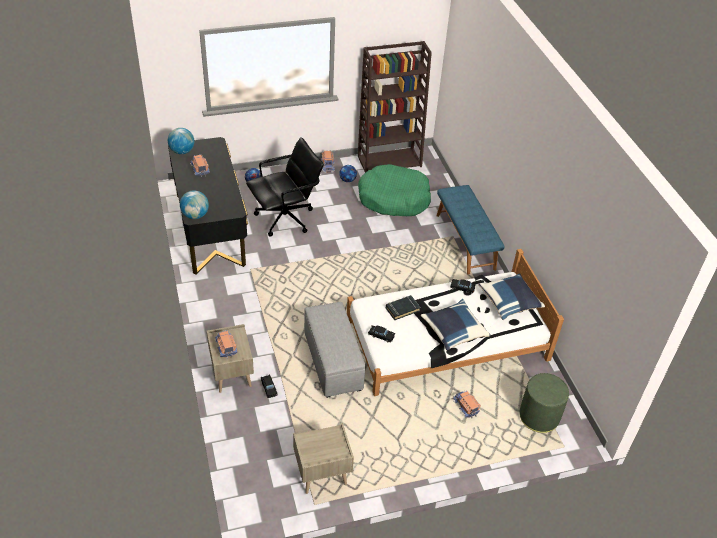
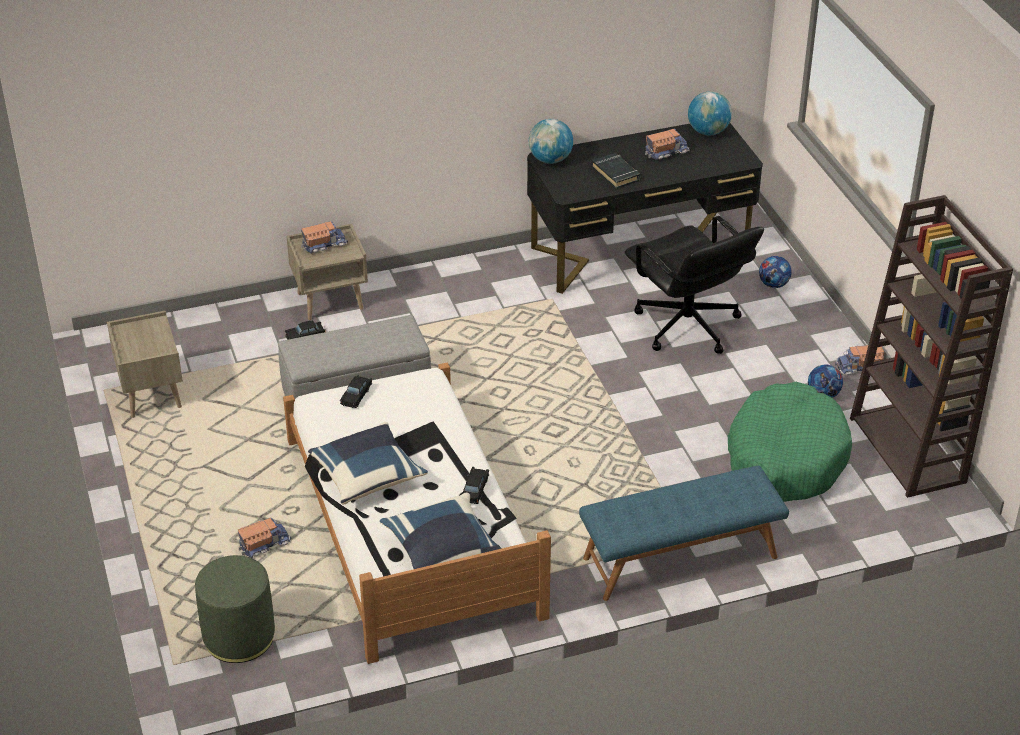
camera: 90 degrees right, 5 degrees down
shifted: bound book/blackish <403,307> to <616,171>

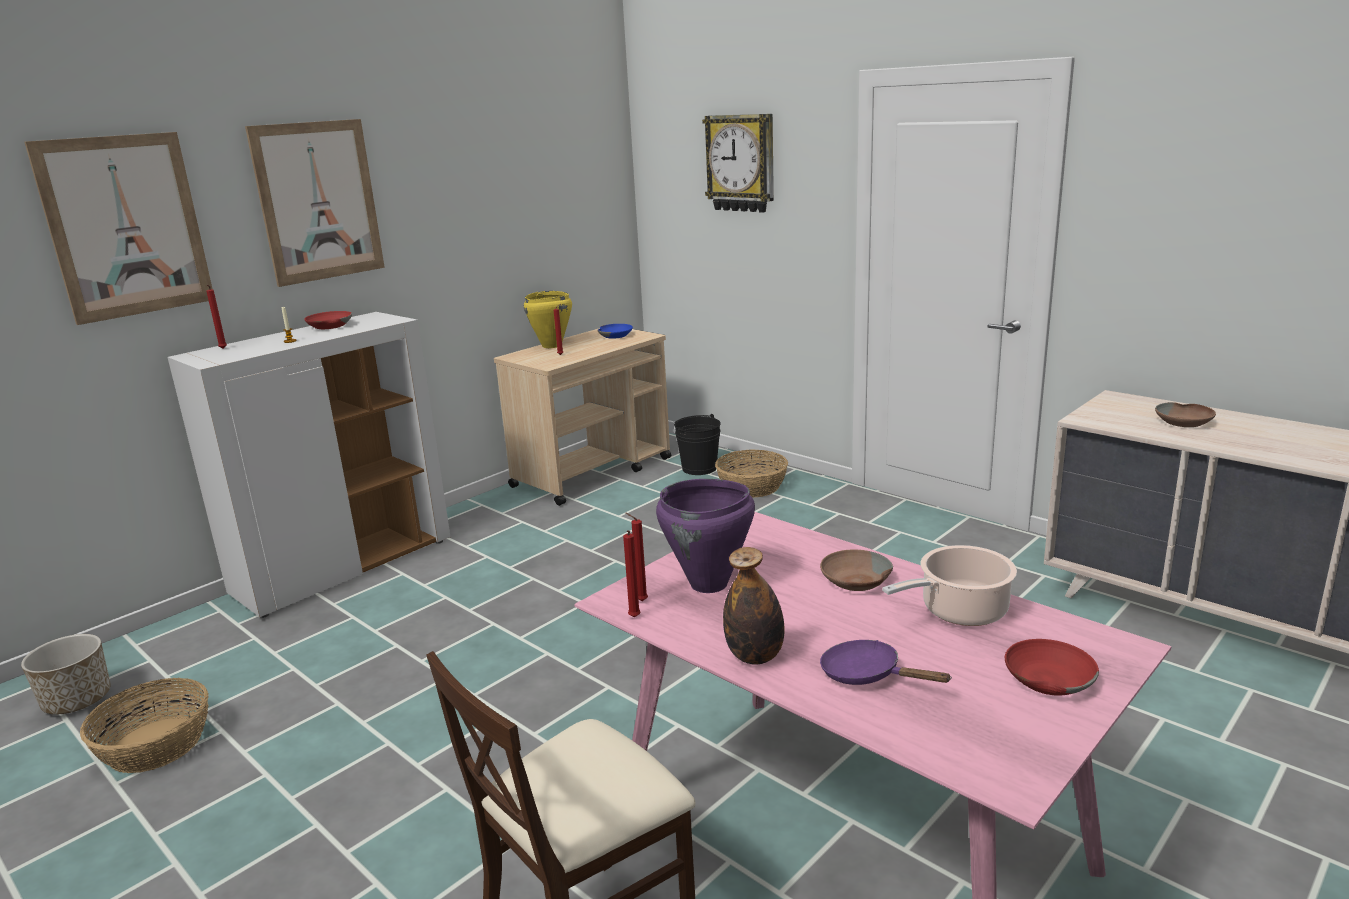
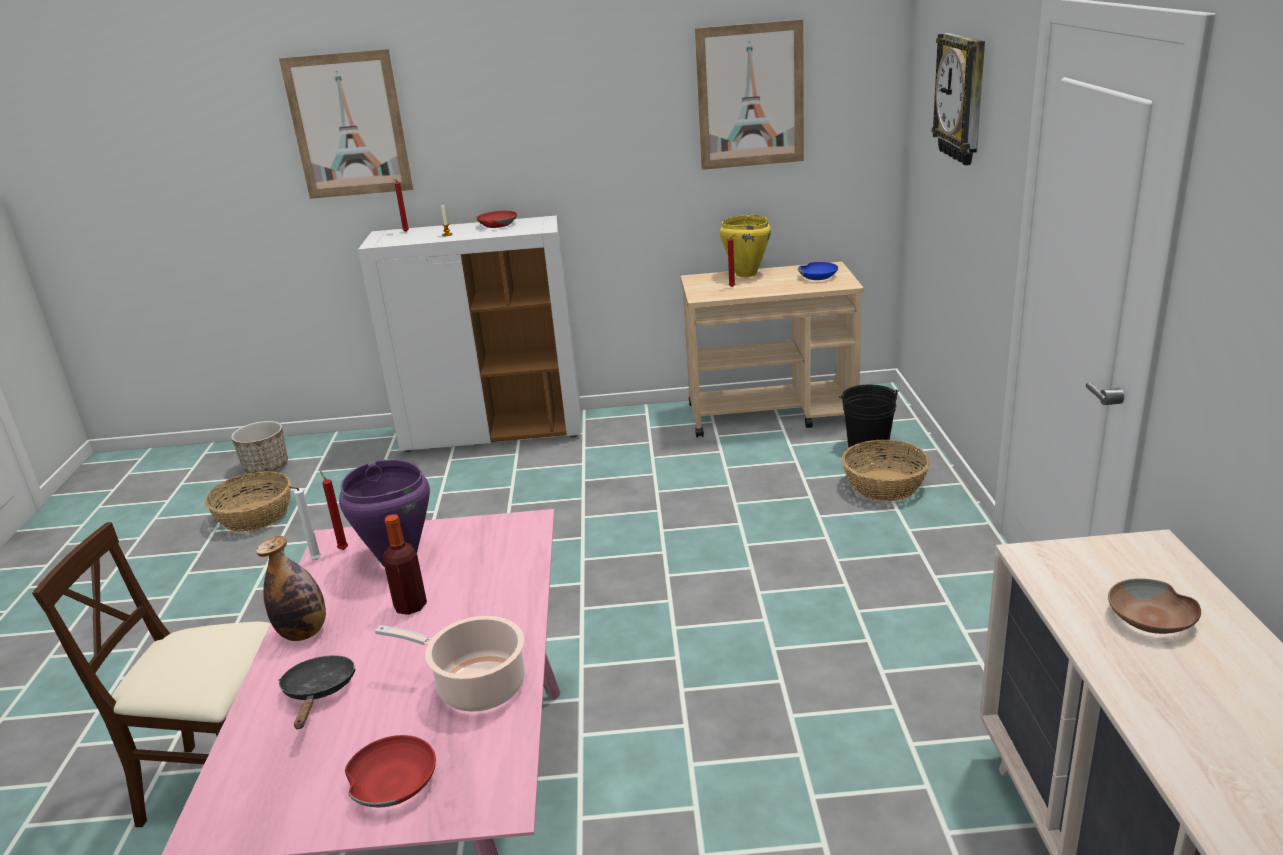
camera: 45 degrees right, 5 degrees up
gone: serving bowl/brownish <856,570>
new: drink bottle <405,564>
shifted: wall art <315,203> to <749,94>
repainted: frying pan/purple <886,662> to frying pan/blackish <317,692>; wax light/red-coloured <632,573> to wax light/whitish <304,523>

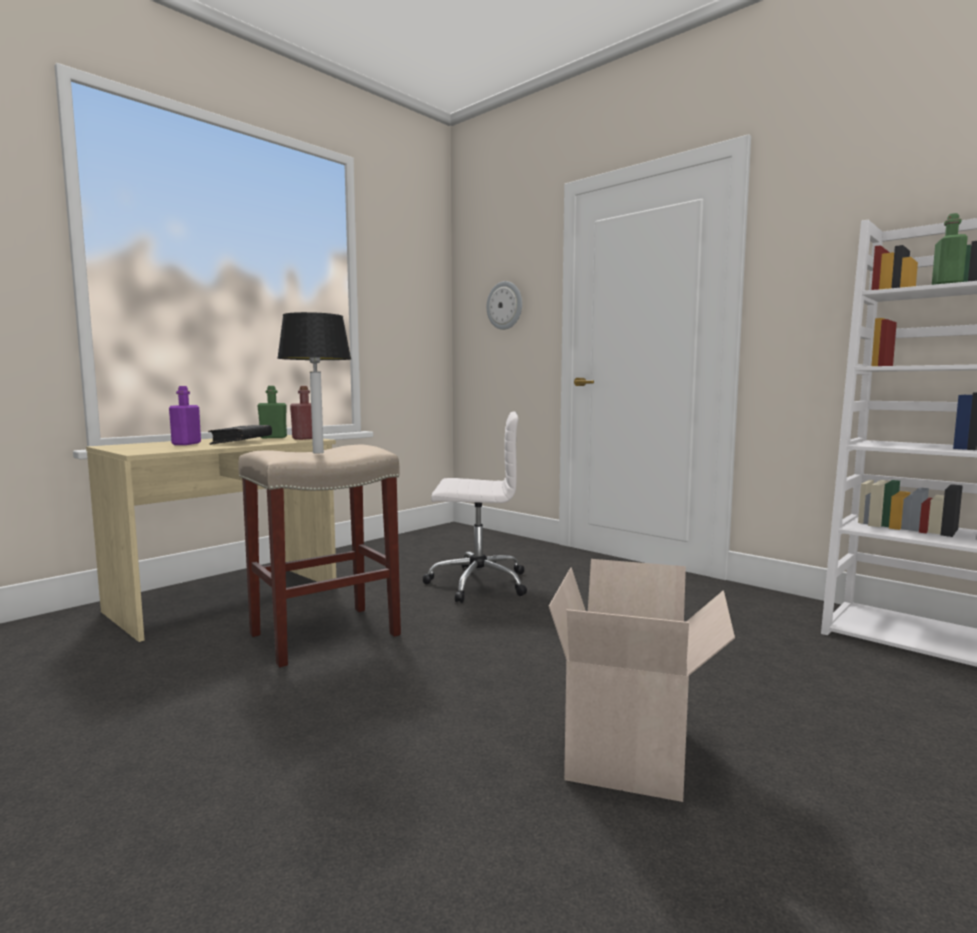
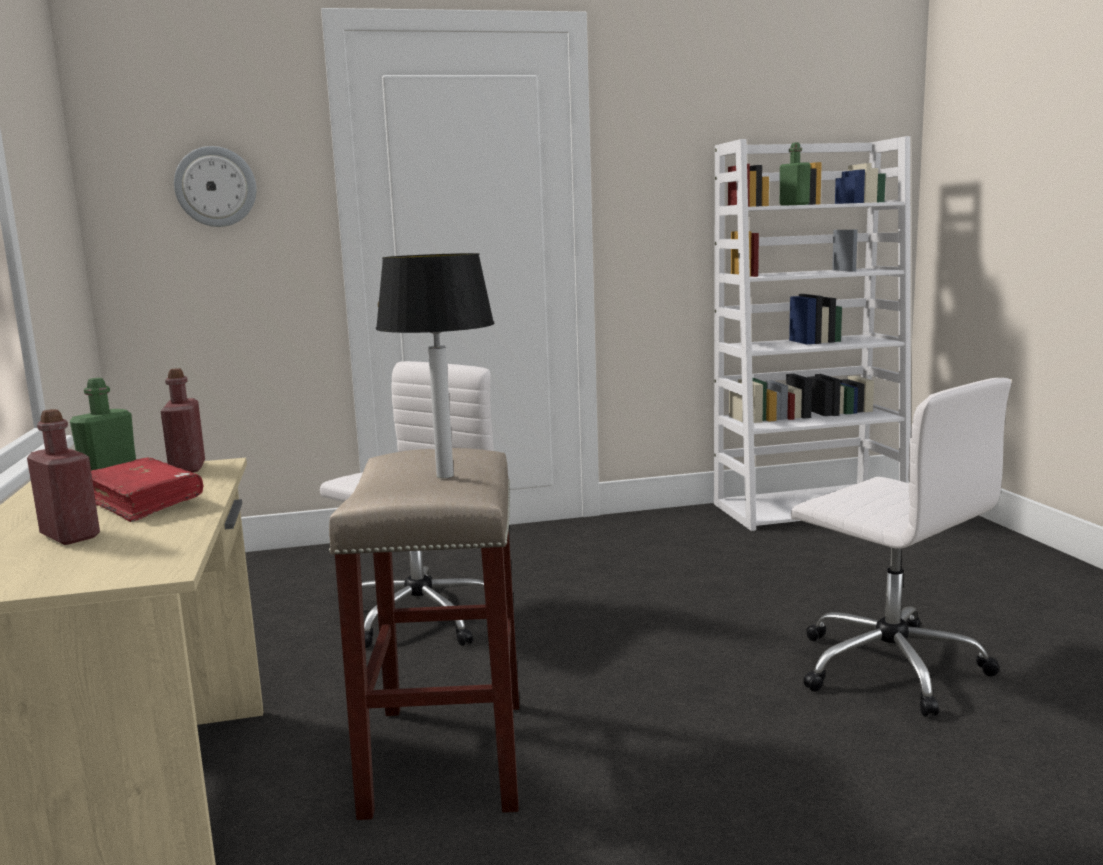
camera: 55 degrees left, 5 degrees up
swapped: cardboard box <642,680> to computer chair/whitish <901,547>
repainted: drink bottle/purple <185,415> to drink bottle/red-coloured <63,477>; bound book/blackish <240,435> to bound book/red-coloured <147,490>

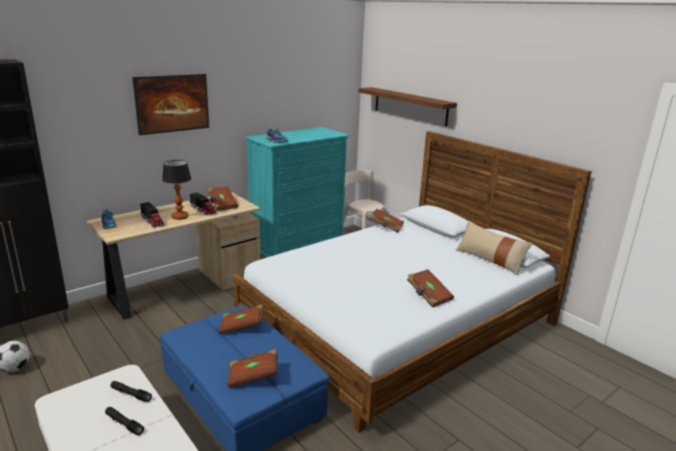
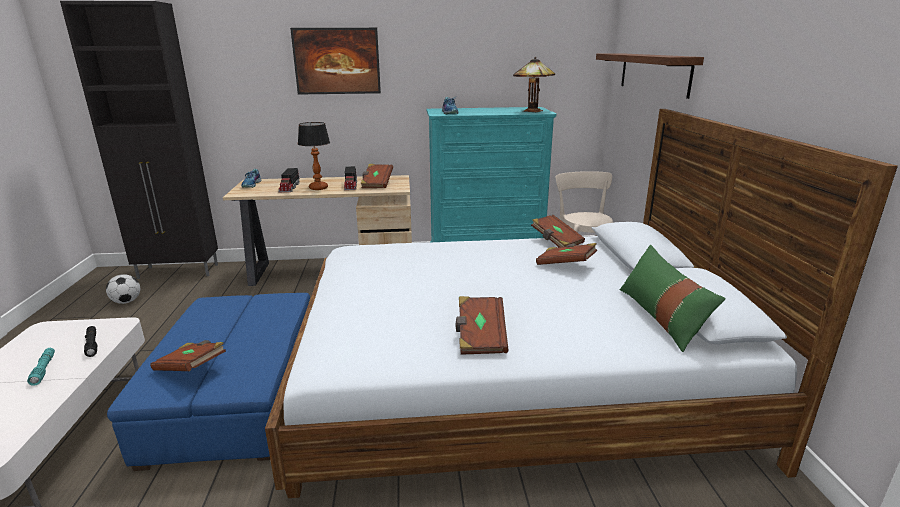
camera: 35 degrees right, 0 degrees up
new: tabletop lamp <534,84>
shifted: bound book/brownish <241,319> to <566,254>
repainted: flashlight/blackish <124,421> to flashlight/blue-green <41,367>; throw pillow/beige <494,248> to throw pillow/green-coloured <673,298>

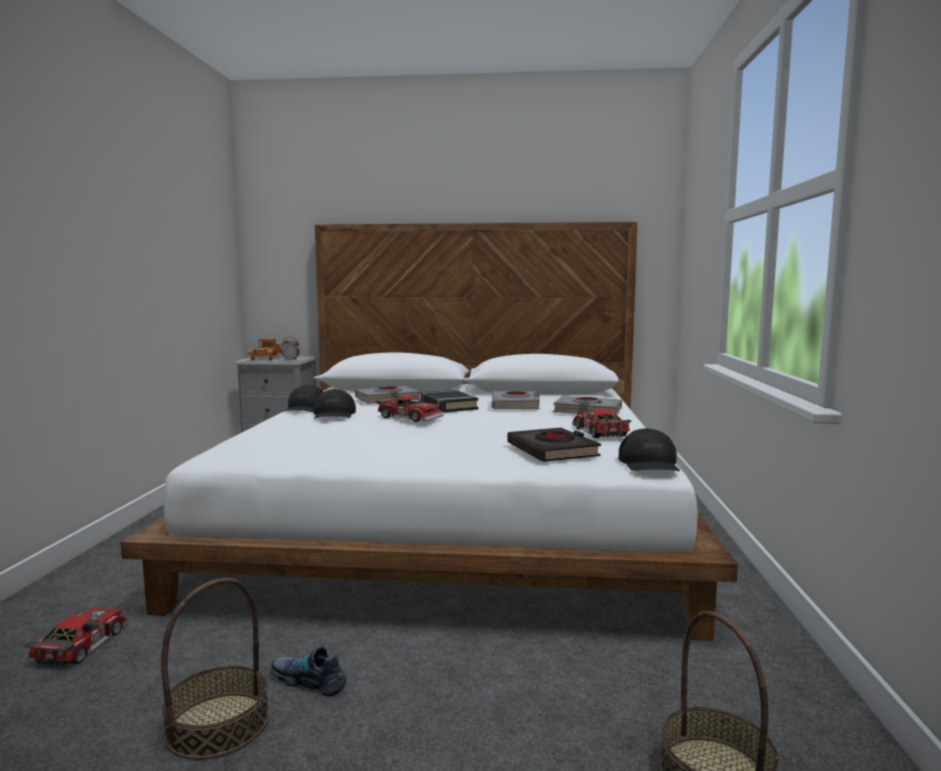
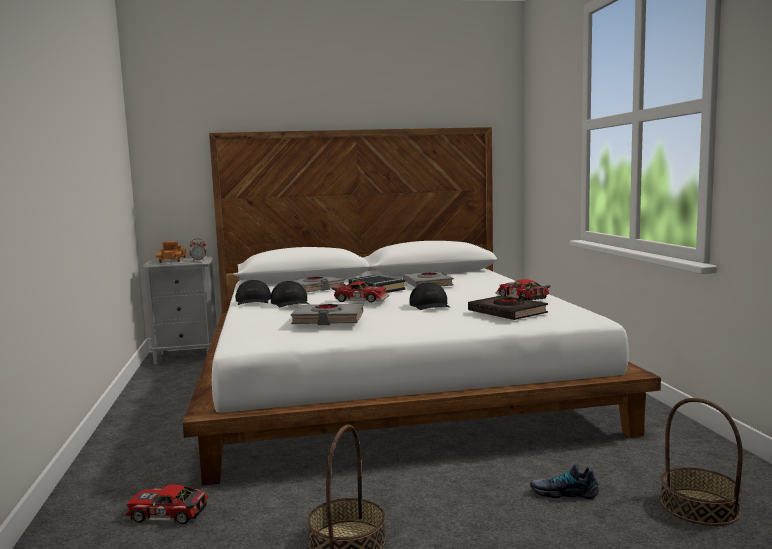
camera: 15 degrees left, 0 degrees up
shifted: bound book/grey <587,405> to <327,314>; peaked cap/blackish <649,449> to <430,296>; shoe <308,671> to <564,481>
rotated: toy car <77,637> = <166,504> 75 degrees counterclockwise

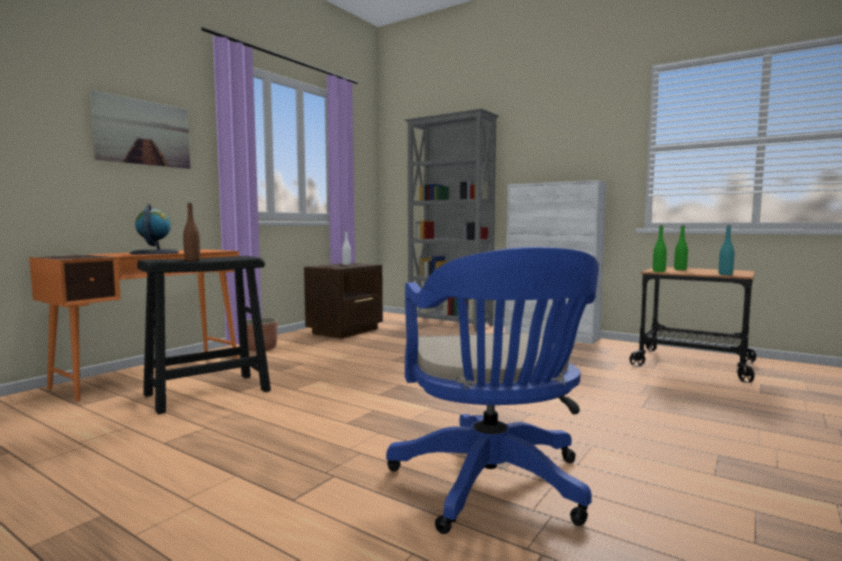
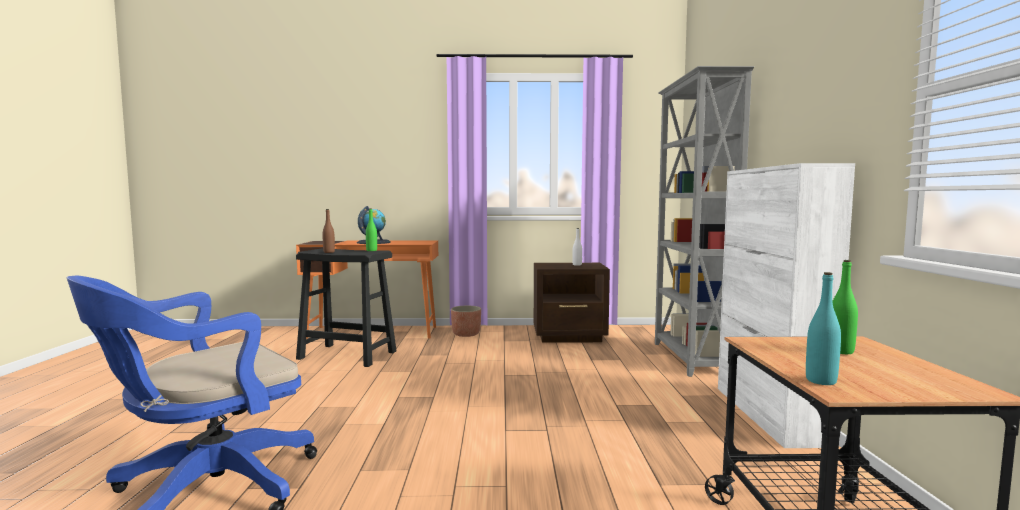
camera: 55 degrees right, 0 degrees up
gone: wall art <140,129>
shifted: drink bottle/green-coloured <660,248> to <371,229>

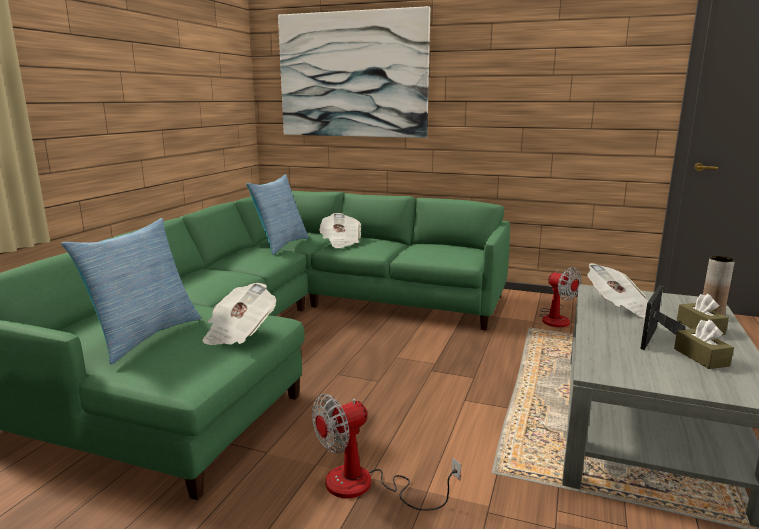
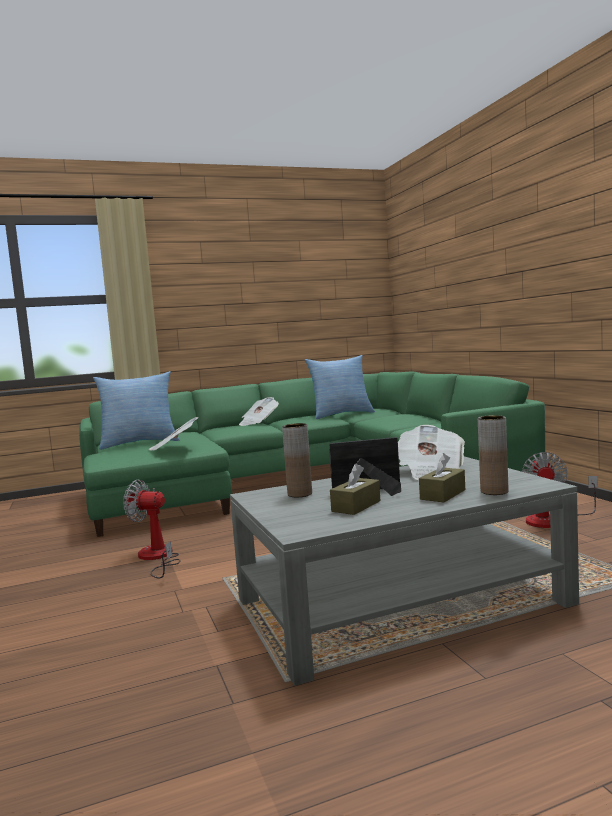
camera: 50 degrees right, 10 degrees down
gone: wall art <354,72>
new: vase/brownish <297,460>
shifted: daily paper <340,230> to <259,411>

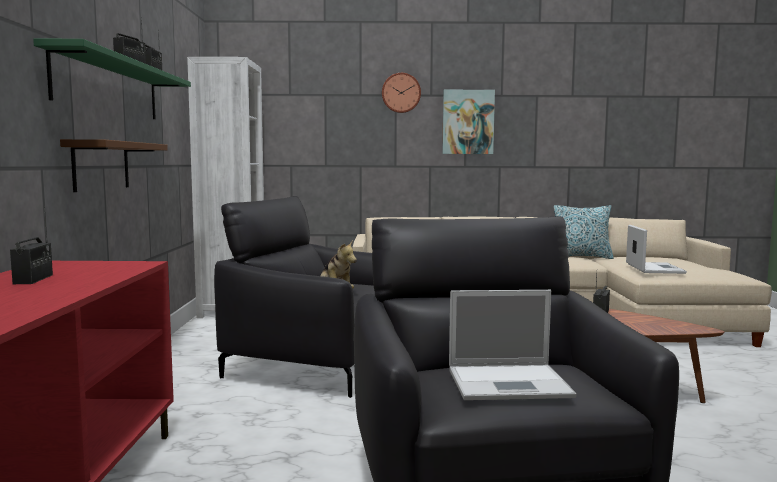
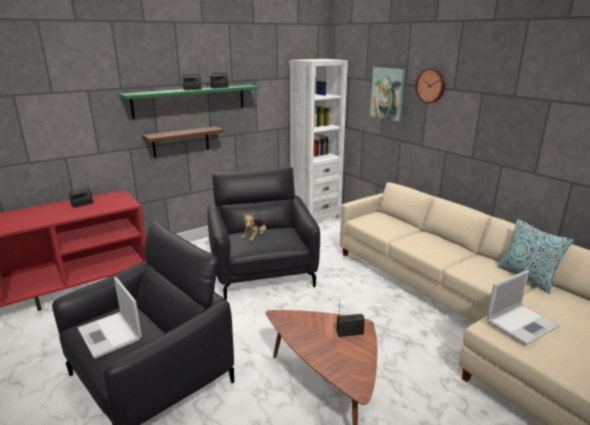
camera: 55 degrees right, 15 degrees up
shifted: wall art <468,122> to <387,94>

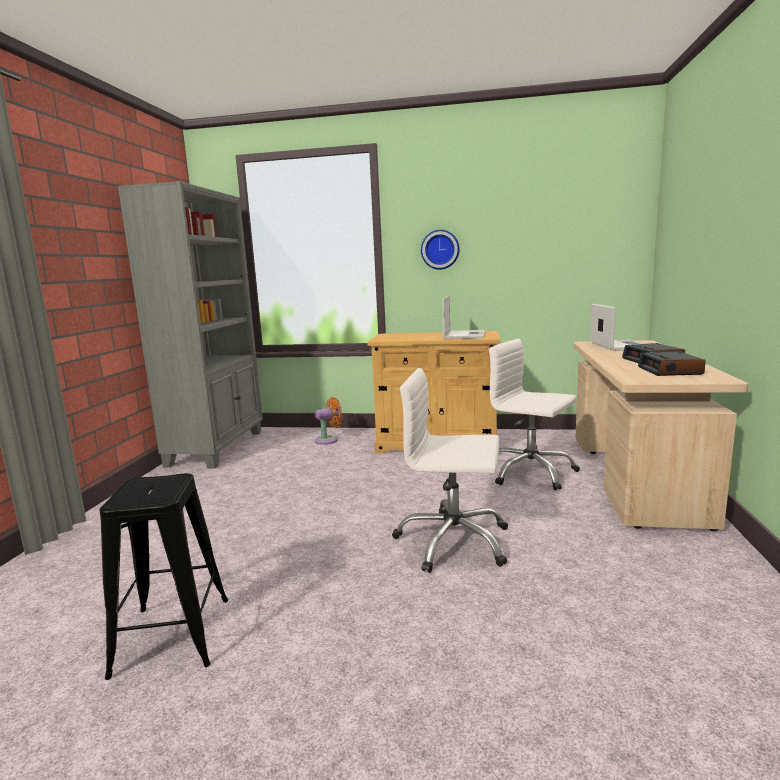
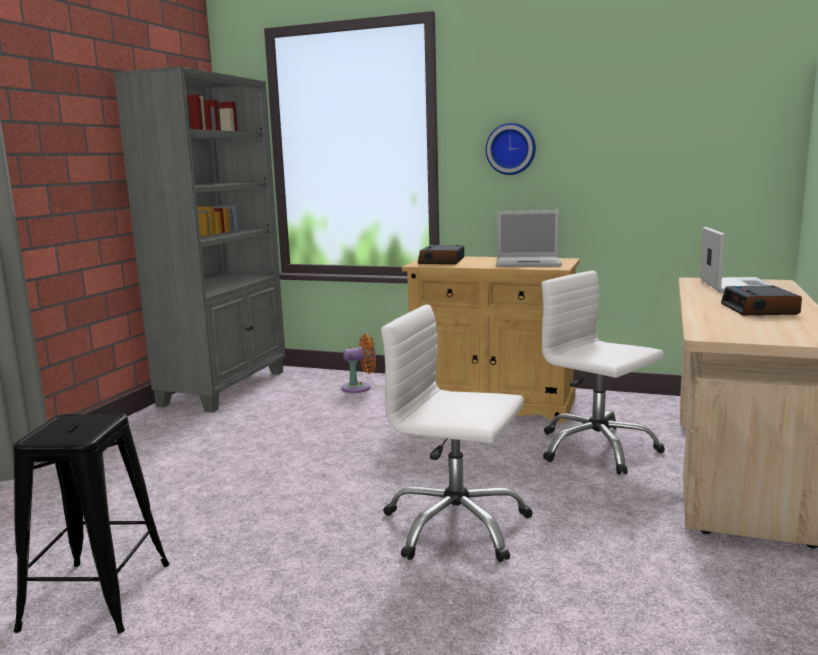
camera: 10 degrees right, 0 degrees up
shifted: alarm clock <672,363> to <441,254>
rotated: notebook computer <463,317> = <529,238> 75 degrees clockwise

